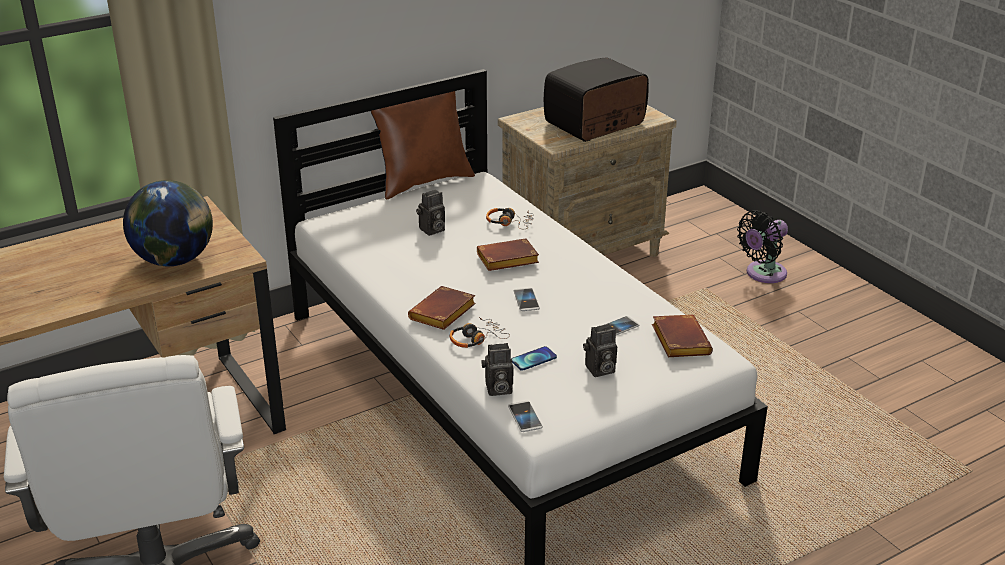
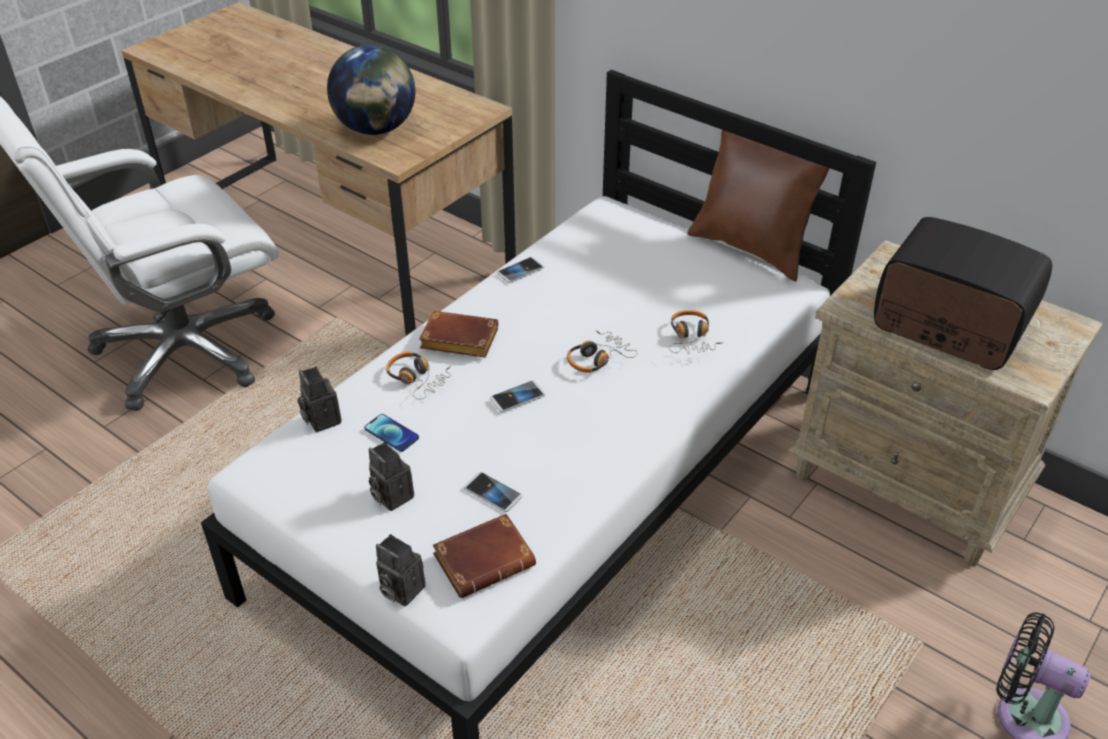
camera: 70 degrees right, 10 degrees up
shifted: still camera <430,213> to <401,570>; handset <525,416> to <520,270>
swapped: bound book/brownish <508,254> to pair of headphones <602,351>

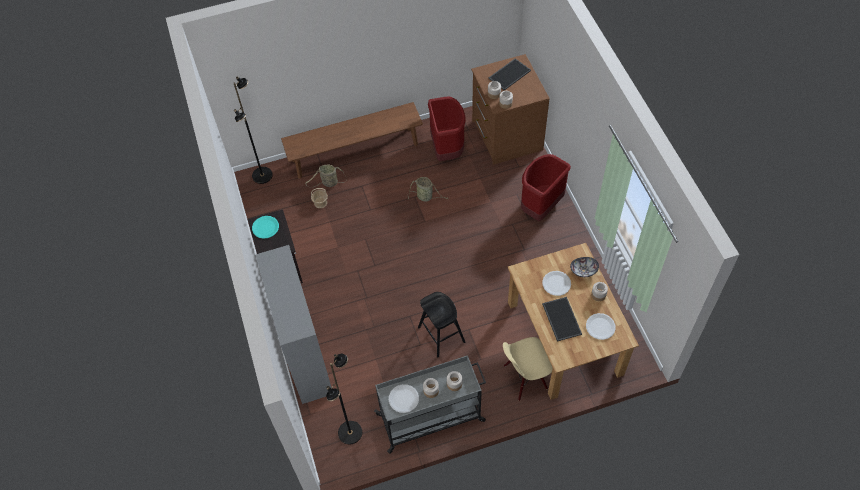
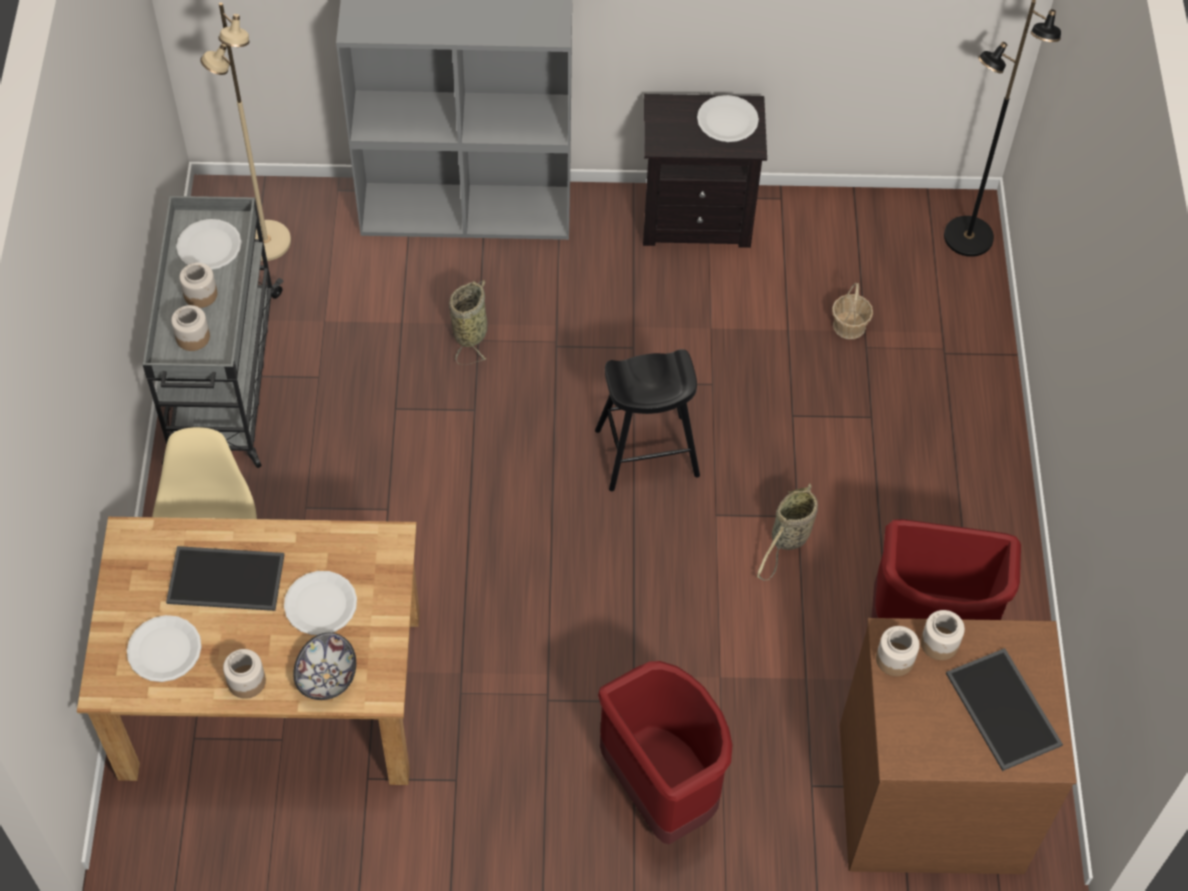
camera: 105 degrees right, 0 degrees up
gone: long seat/brownish <352,140>
shifted: basket <325,176> to <468,322>; stool/blackish <441,324> to <647,420>
repainted: standard lamp/blackish <344,399> to standard lamp/beige <245,131>; dinner plate/blue-green <265,227> to dinner plate/whitish <728,118>

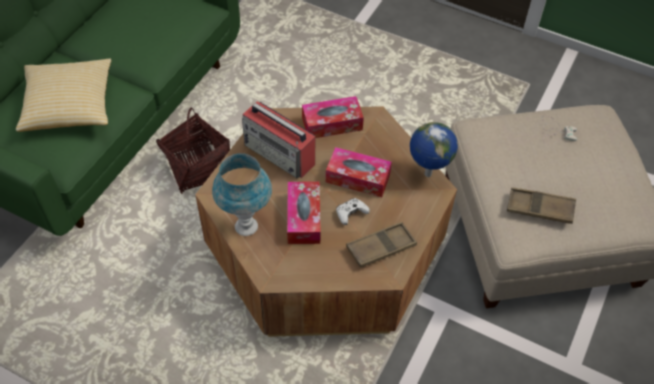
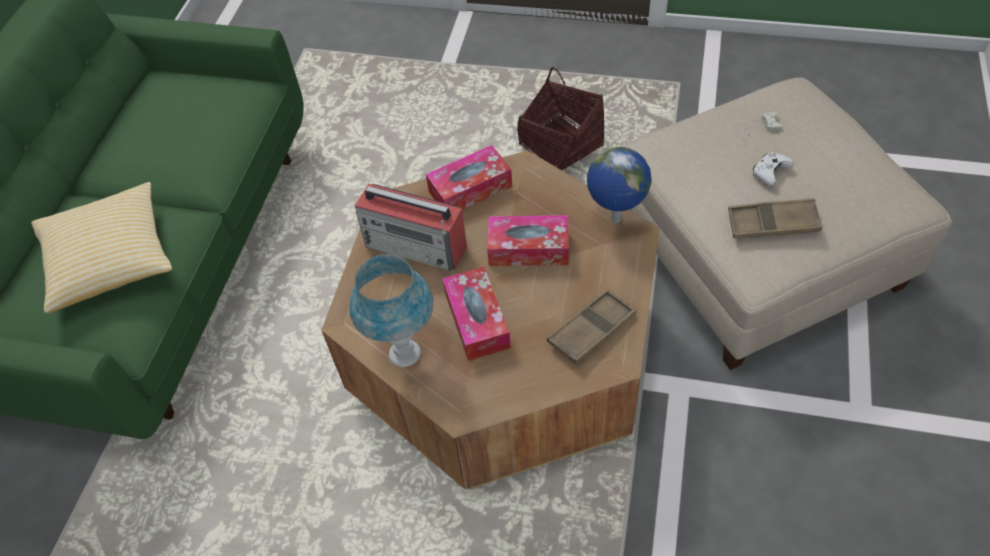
camera: 10 degrees left, 0 degrees up
shifted: basket <193,151> to <560,118>; gamepad/whitish <353,211> to <773,169>

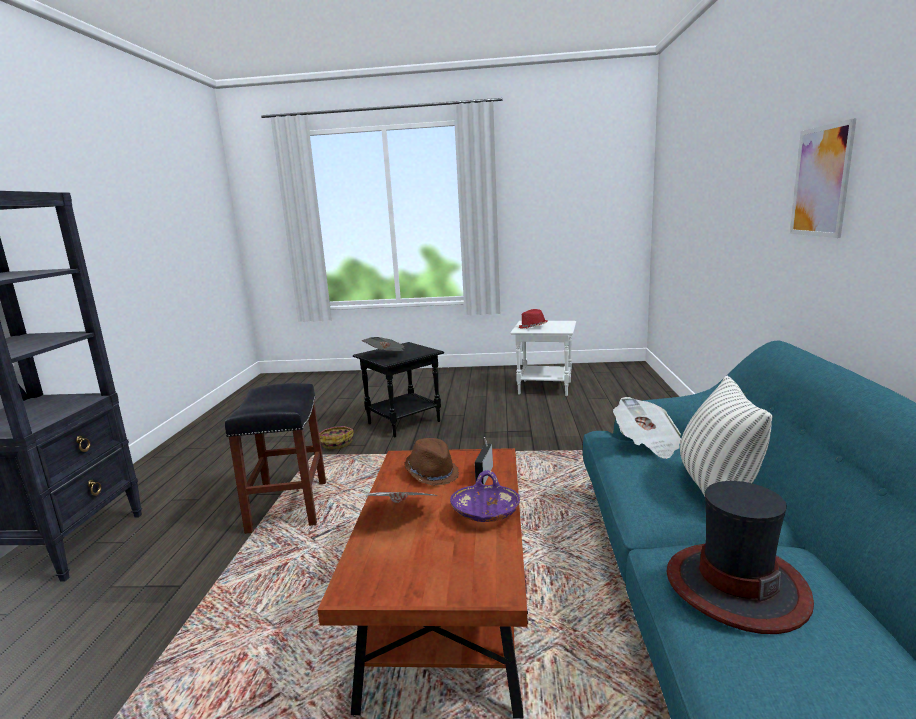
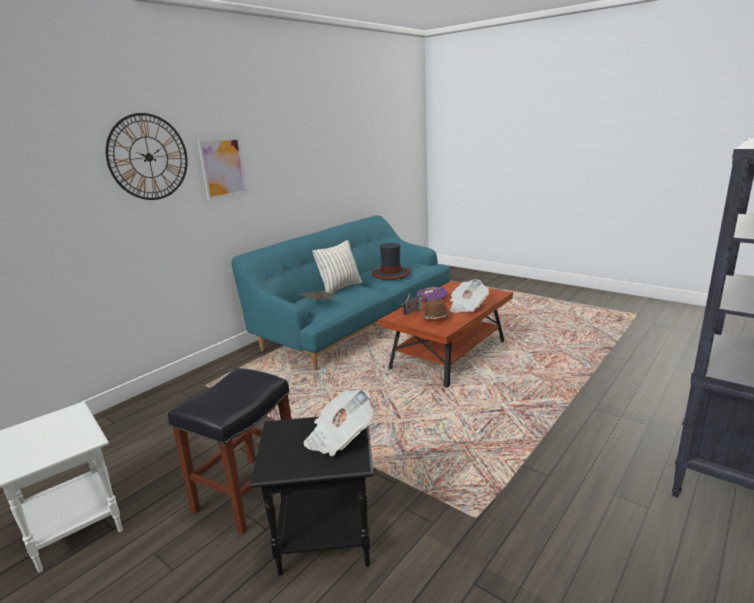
camera: 145 degrees left, 5 degrees up
gone: basket <336,437>; wearable hat/red-coloured <533,319>
new: wall clock <147,156>
shifted: stool/blackish <275,458> to <229,451>

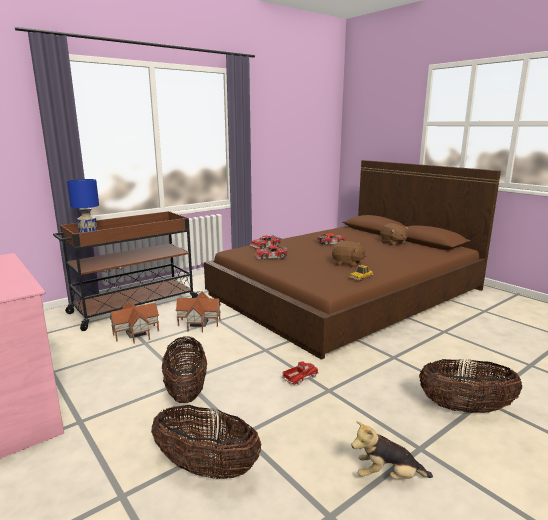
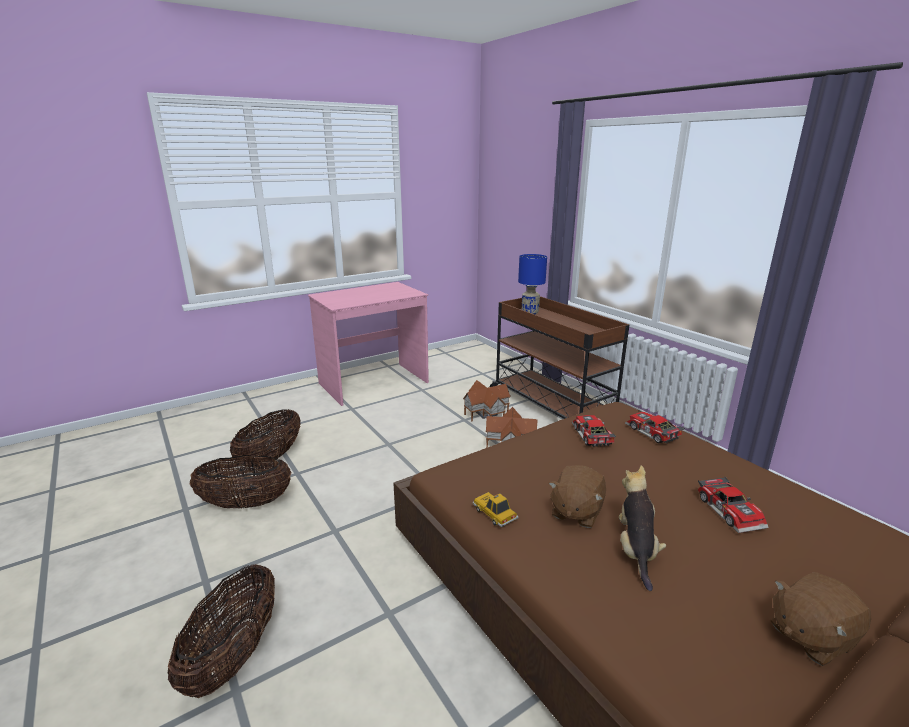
camera: 95 degrees right, 5 degrees up
gone: model truck <300,373>
shifted: basket <184,370> to <240,481>; soft toy <392,450> to <642,528>

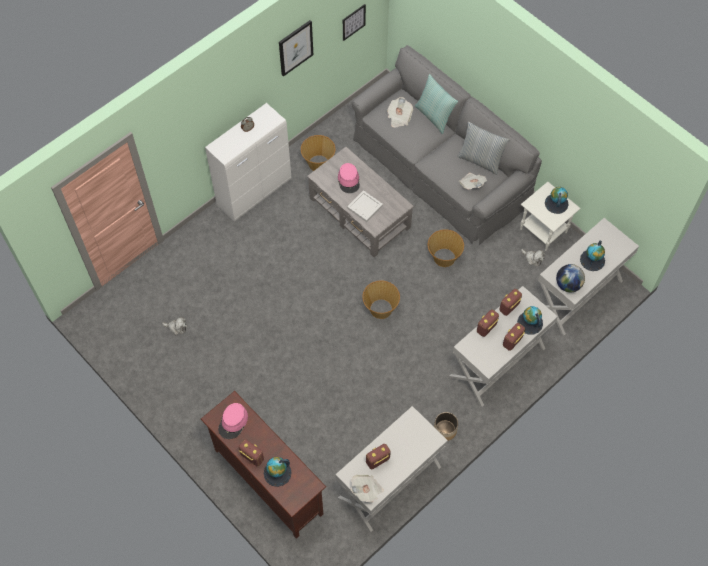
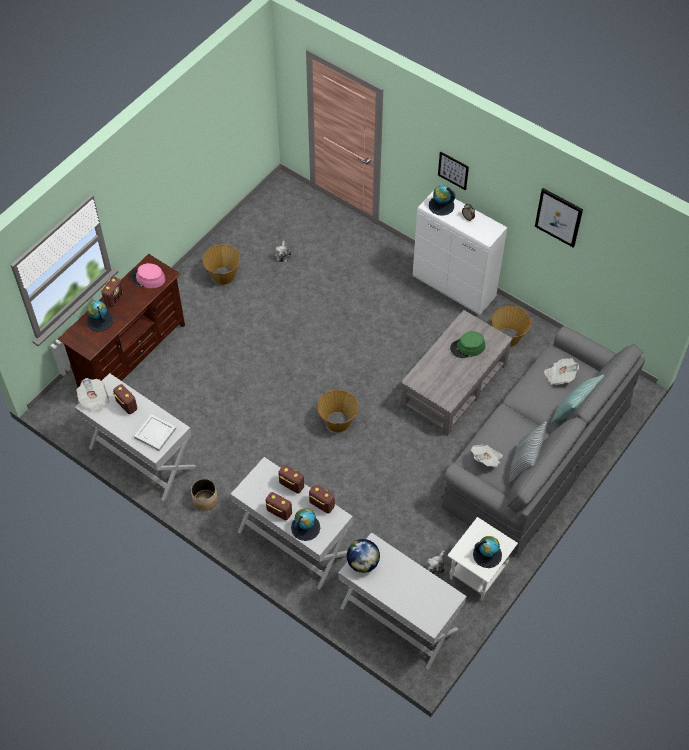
camera: 80 degrees right, 5 degrees down
shifted: carrying tray/whitish <365,206> to <155,432>; basket <446,248> to <221,264>; desk globe <592,256> to <442,200>; wall art <354,22> to <453,171>
repainted: wearable hat/pinkish <349,178> to wearable hat/green-coloured <467,344>

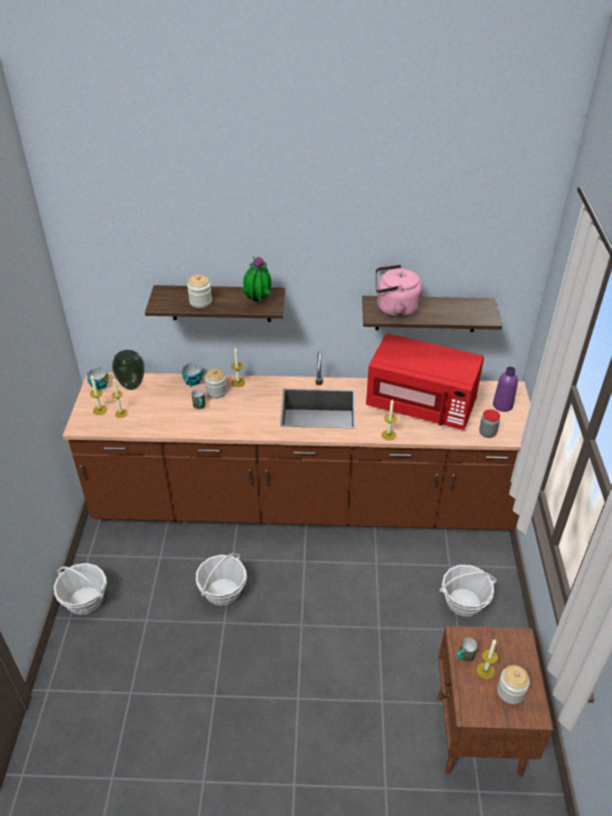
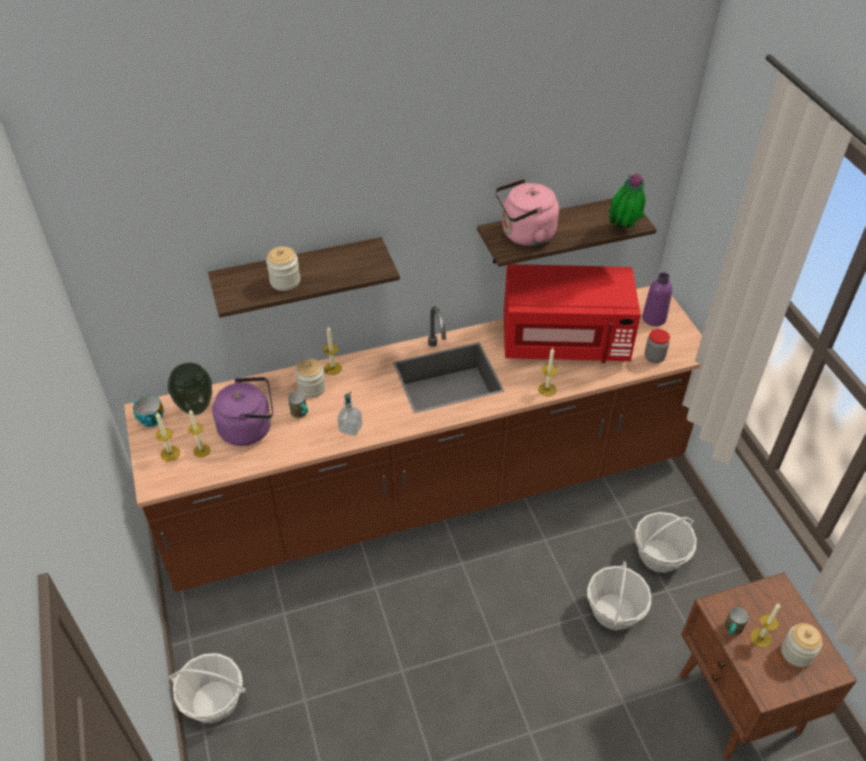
camera: 20 degrees left, 5 degrees up
gone: drinking cup <192,374>
new: kettle/purple <242,411>; liquid soap bottle <349,414>
shifted: basket <221,579> to <619,595>; houseplant <256,279> to <627,200>

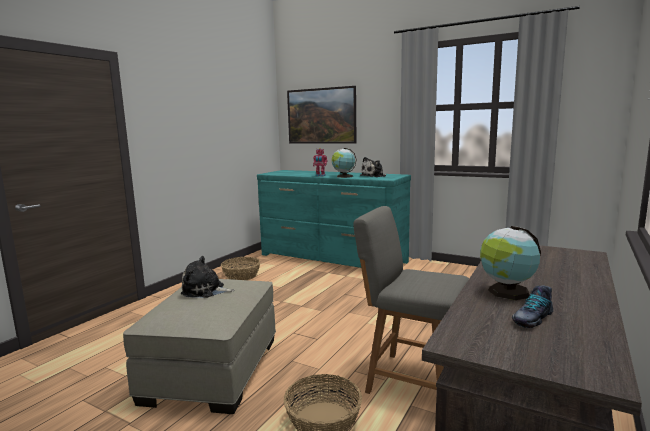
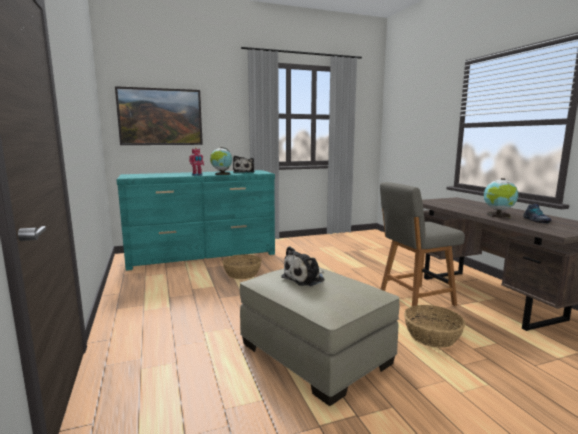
camera: 50 degrees left, 0 degrees up
shifted: basket <240,268> to <242,266>

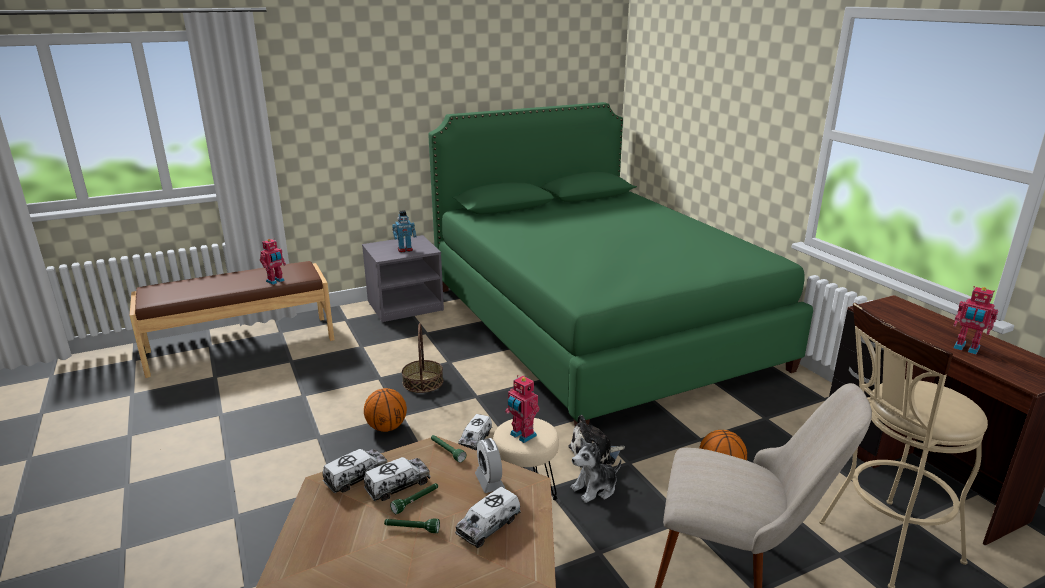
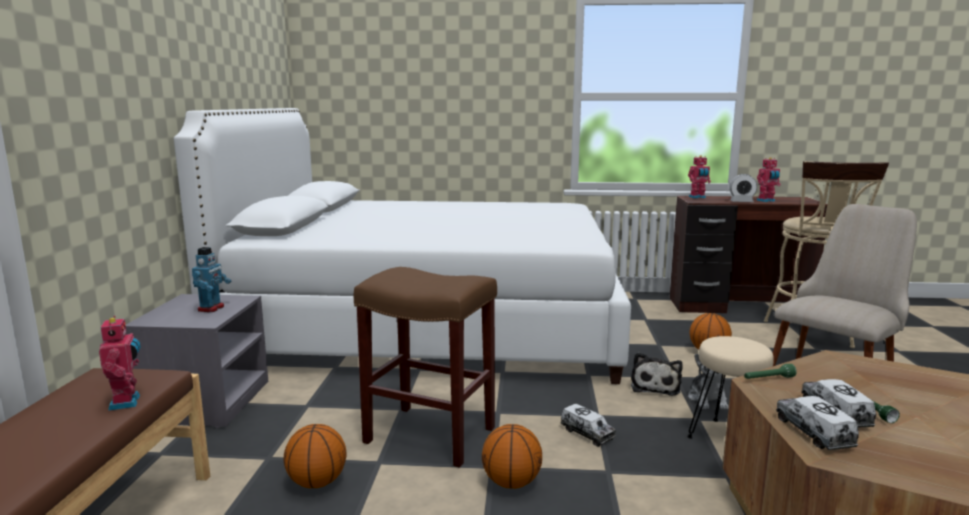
camera: 60 degrees left, 10 degrees down
gone: flashlight/green-coloured <412,525>; model truck <488,517>
new: basketball ball <315,456>
shifted: toy robot <522,409> to <699,177>; alarm clock <490,465> to <743,188>
swapped: basket <422,358> to stool/brownish <425,367>
repainted: bed/green-coloured <620,263> to bed/whitish <402,246>

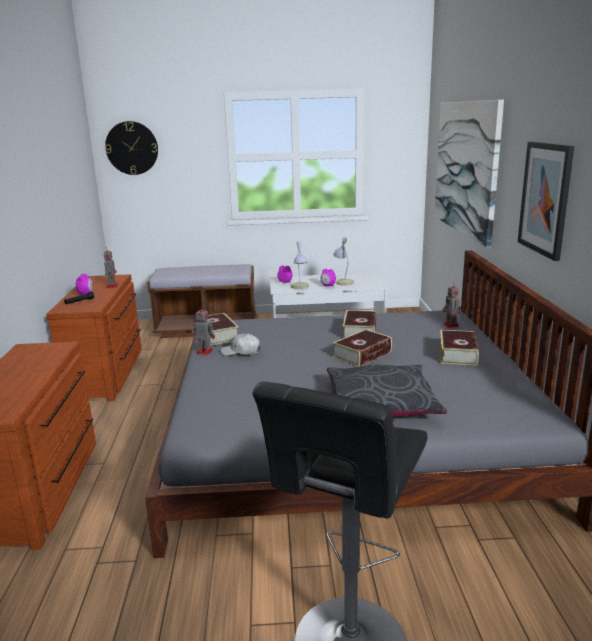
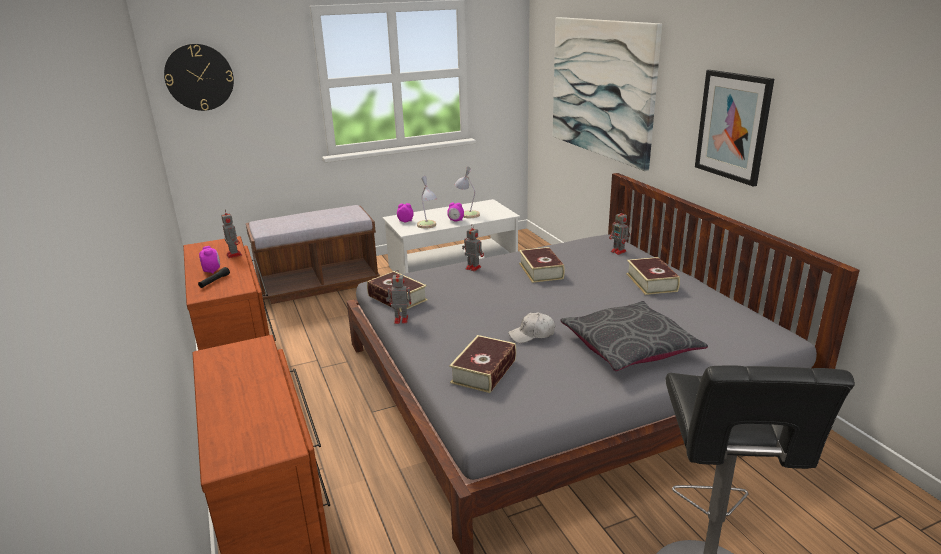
camera: 20 degrees left, 5 degrees up
new: toy robot <473,247>
shifted: bound book <362,348> to <482,364>; peaked cap/whitish <240,344> to <531,328>

